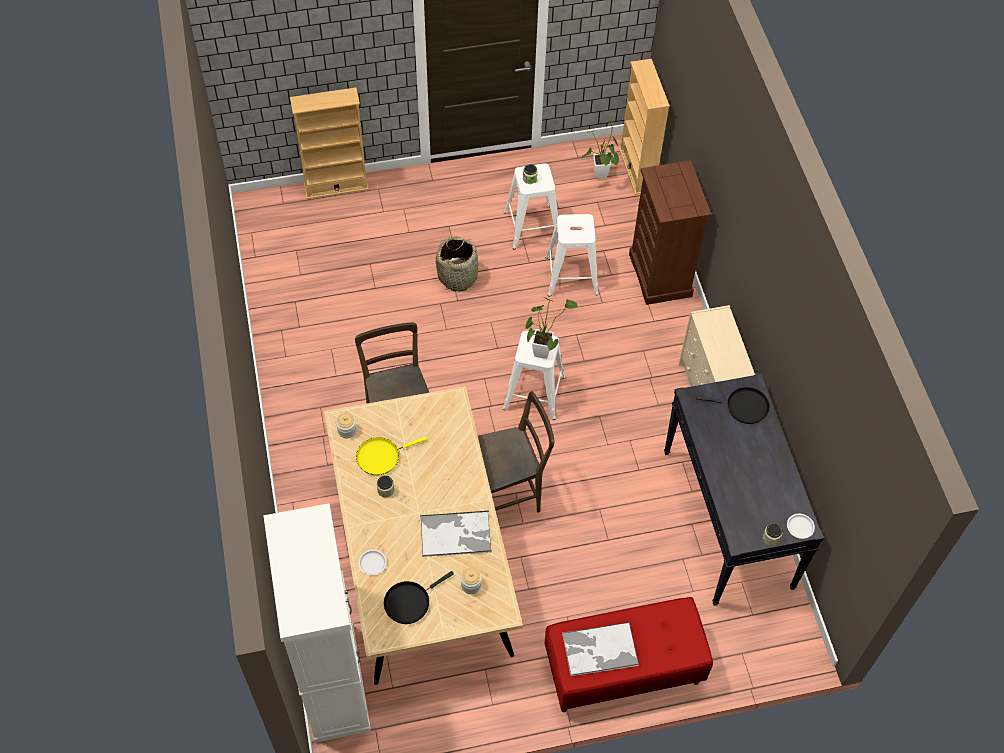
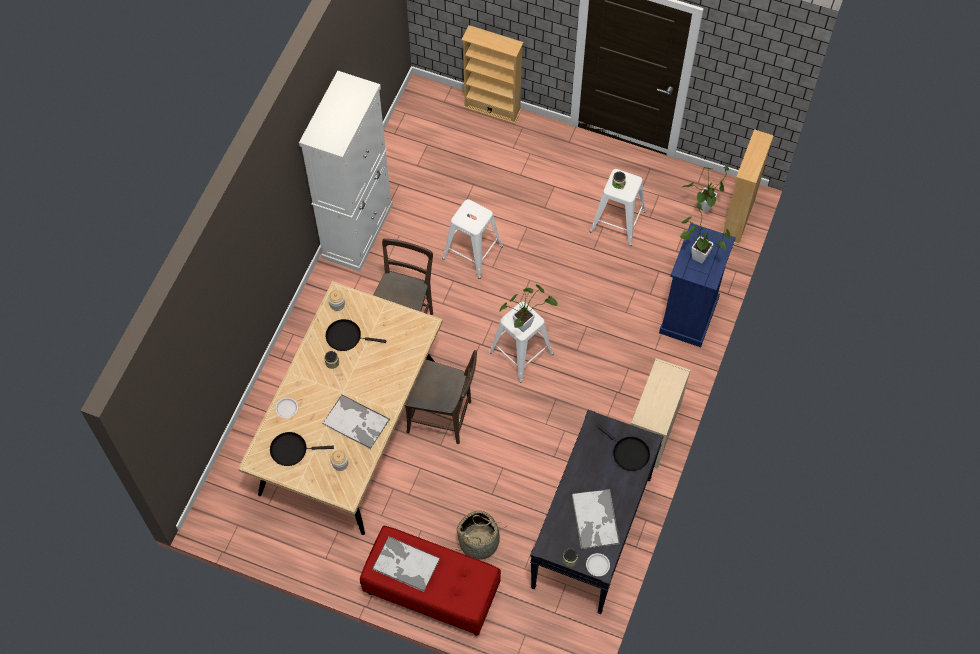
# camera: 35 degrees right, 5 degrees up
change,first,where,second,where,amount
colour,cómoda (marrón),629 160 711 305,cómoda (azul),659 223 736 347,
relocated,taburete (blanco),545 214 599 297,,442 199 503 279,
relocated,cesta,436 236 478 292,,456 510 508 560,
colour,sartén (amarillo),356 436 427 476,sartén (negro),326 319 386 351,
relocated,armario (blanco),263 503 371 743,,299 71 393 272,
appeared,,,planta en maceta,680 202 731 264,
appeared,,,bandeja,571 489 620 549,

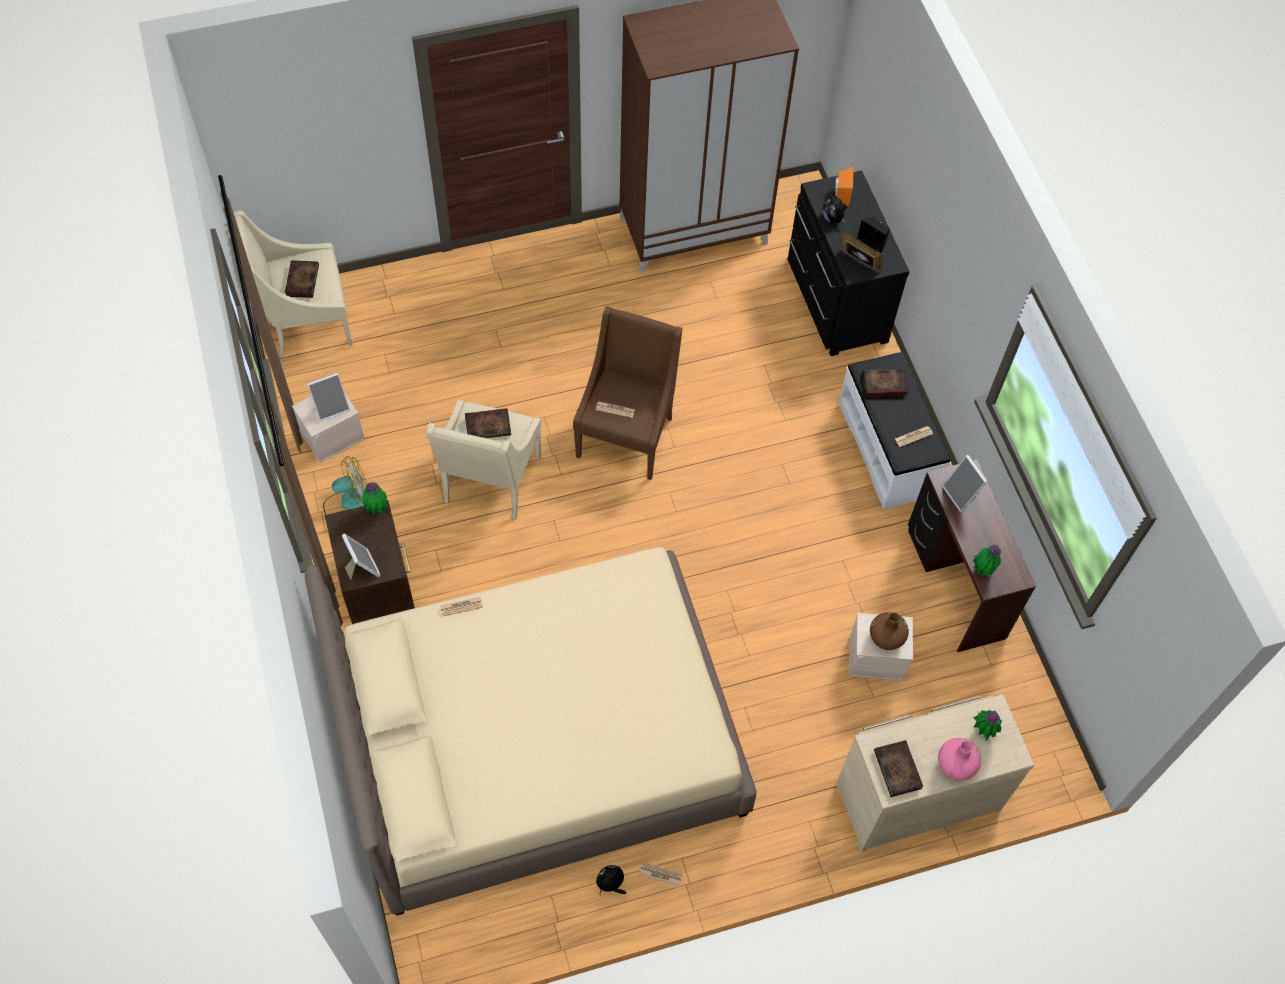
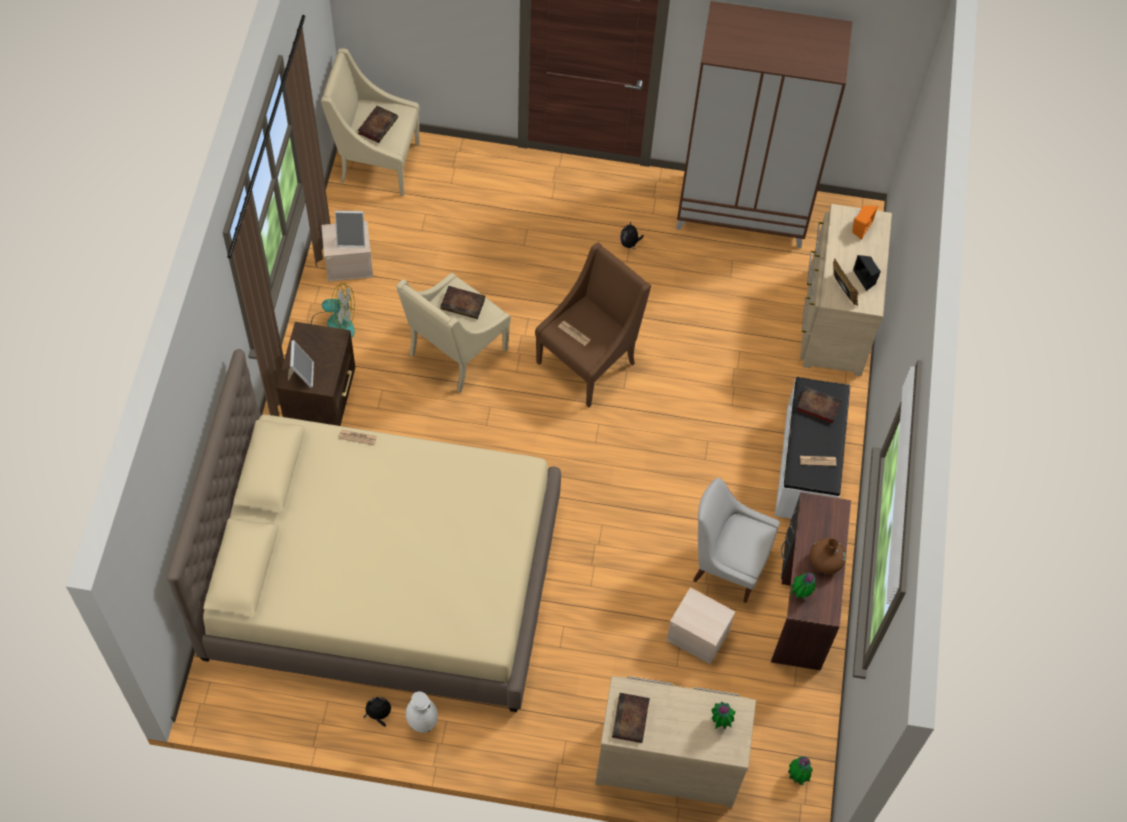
# camera: 25 degrees right, 0 degrees up
change,first,where,second,where,amount
colour,cómoda (negro),788 170 909 356,cómoda (beis),800 204 892 376,
relocated,peluche,823 192 847 224,,620 222 644 250,
missing,portarretratos,942 455 987 512,,,
relocated,planta en maceta,363 482 388 515,,788 756 813 785,
relocated,florero (marrón),870 612 909 650,,810 538 846 574,
missing,florero (rosa),938 738 981 780,,,
exchanged,periódico,639 863 683 886,florero (blanco),406 691 438 733,
appeared,,,silla (blanco),693 478 780 603,

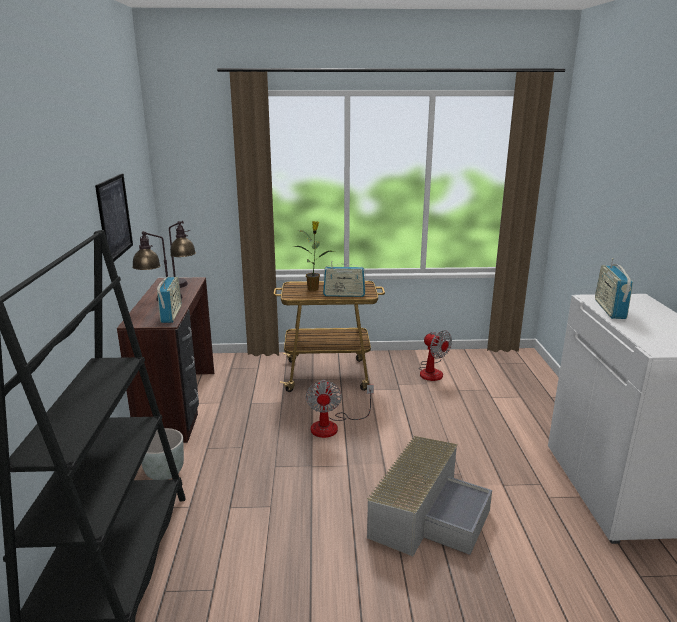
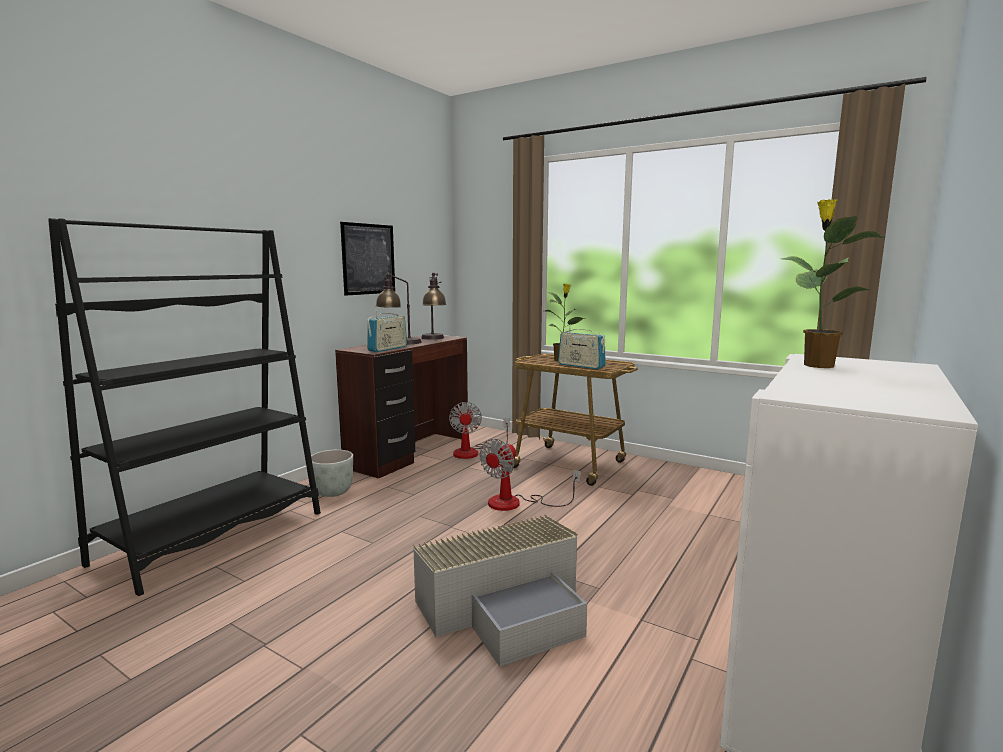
# camera: 35 degrees right, 10 degrees down
change,first,where,second,where,amount
exchanged,radio,595 258 633 319,planta en maceta,781 199 886 368,
relocated,ventilador,418 330 452 381,,449 402 510 459,

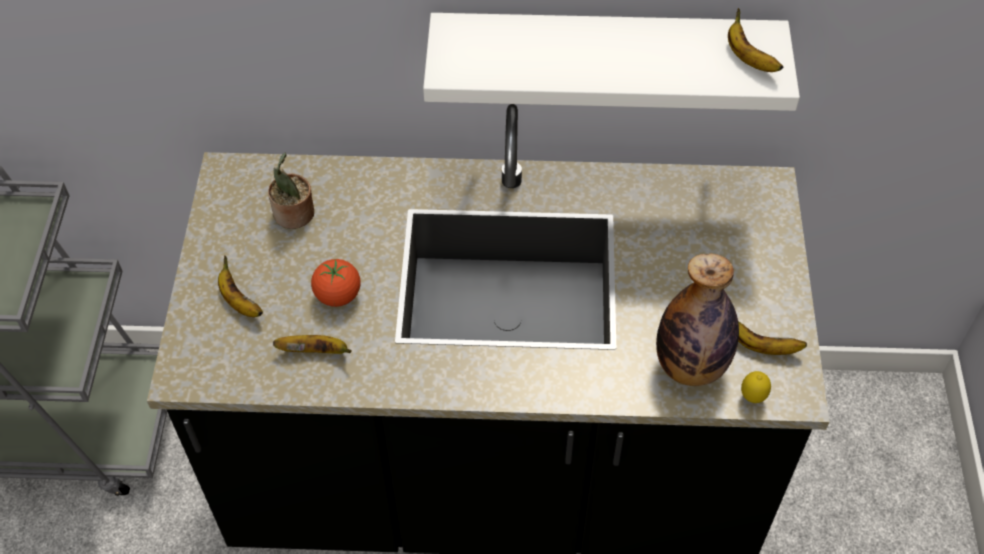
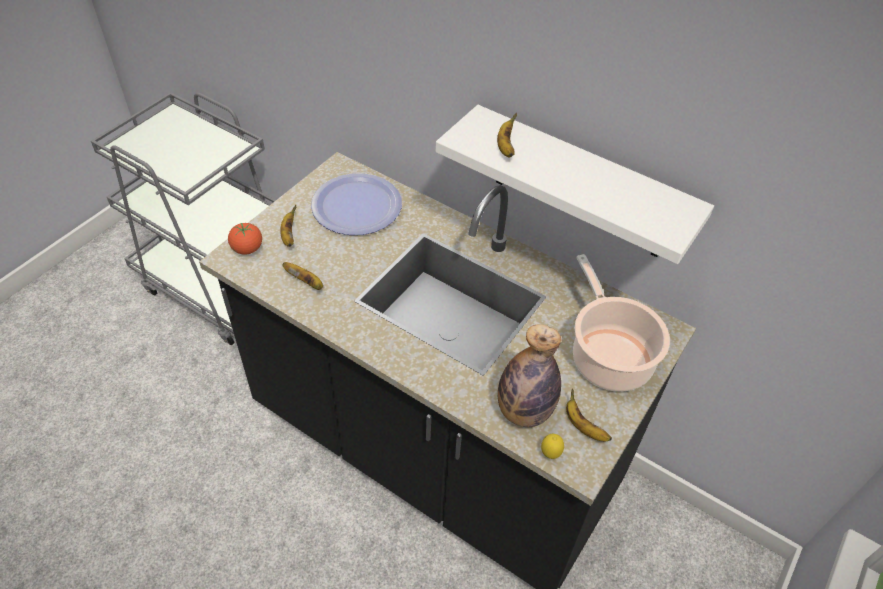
# camera: 30 degrees right, 5 degrees down
change,first,where,second,where,amount
relocated,plátano,728 8 783 72,,497 113 517 157,
exchanged,planta en maceta,268 153 314 229,plato,311 173 402 235,
relocated,tomate,311 259 361 307,,228 223 262 255,
appeared,,,olla,573 254 670 392,

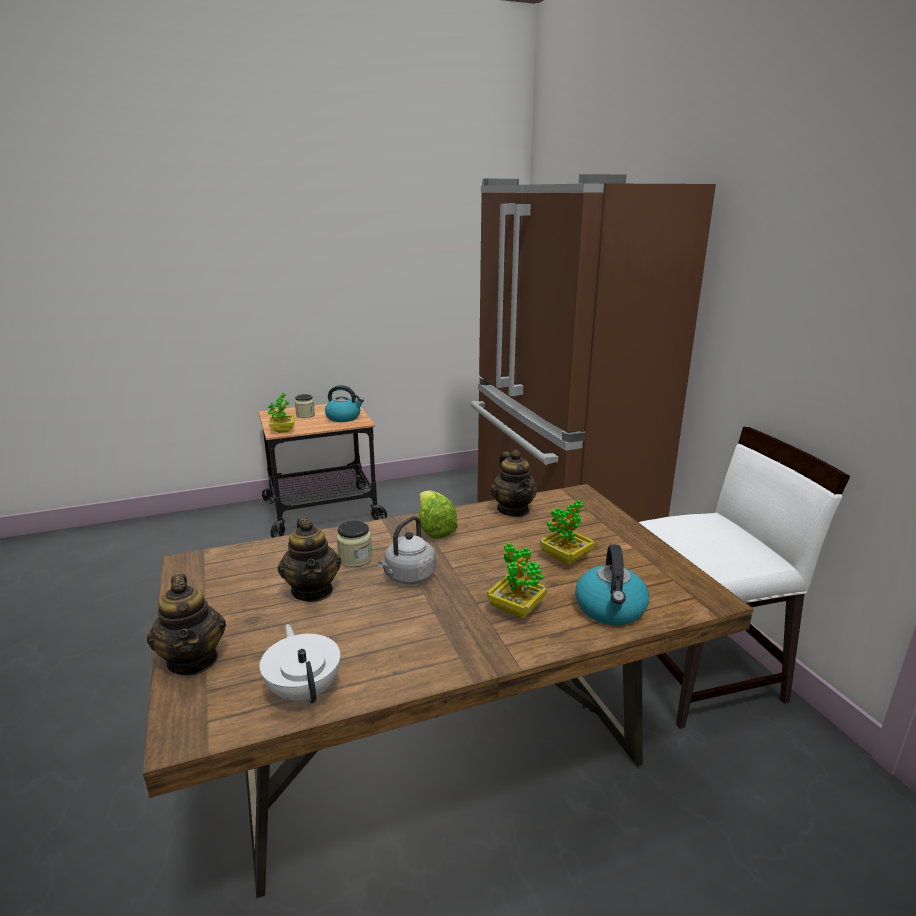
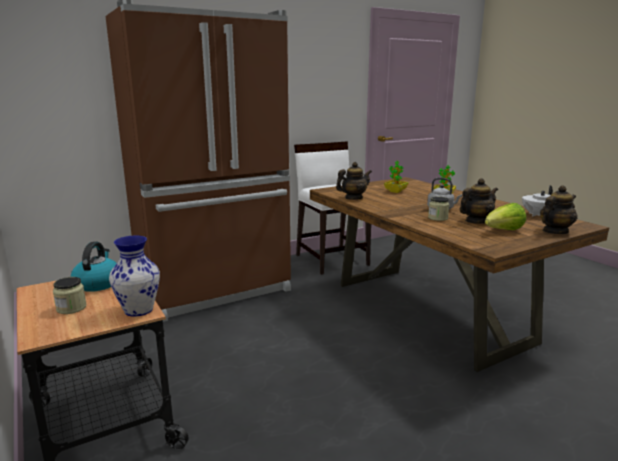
# camera: 100 degrees left, 5 degrees down
change,first,where,second,where,amount
exchanged,planta en maceta,268 392 294 433,florero,109 235 160 317,
relocated,lechuga,418 491 458 539,,485 203 526 230,
missing,hervidor,575 544 649 625,,,

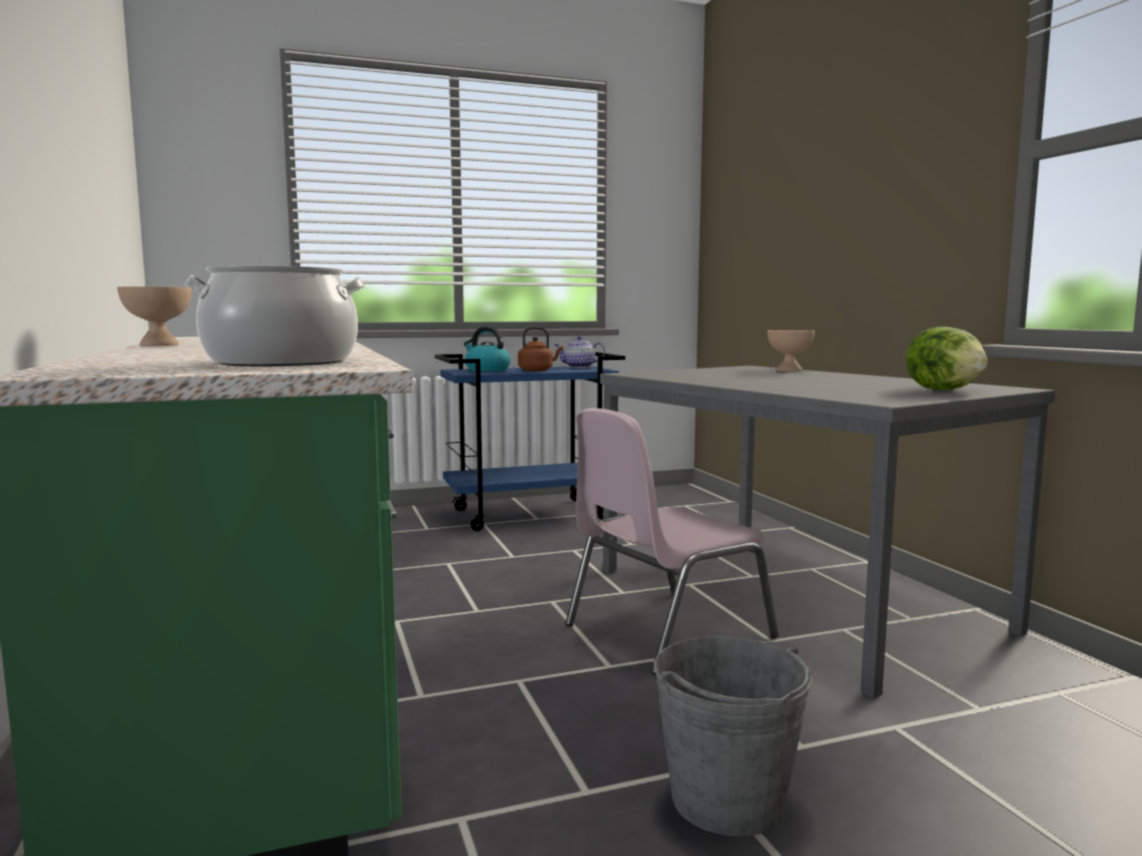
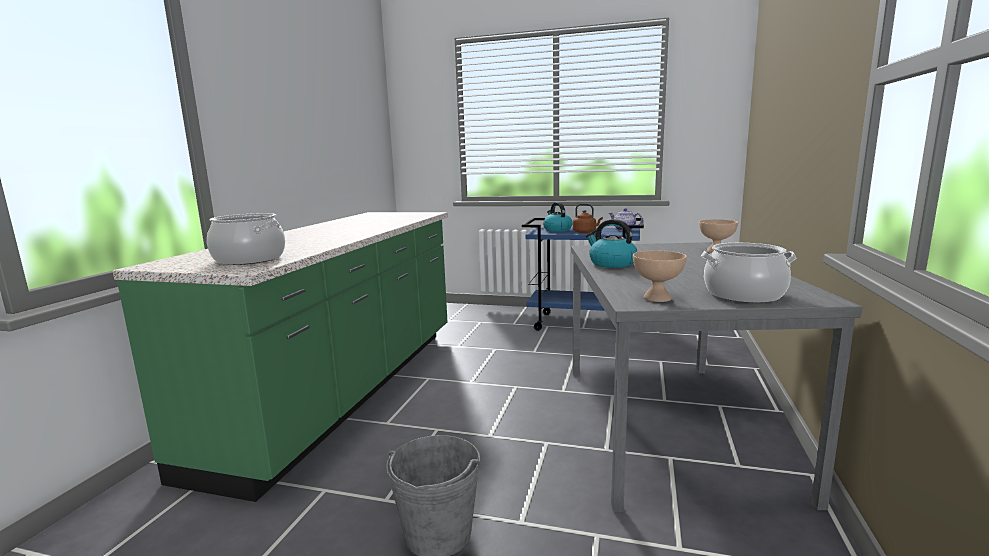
# camera: 35 degrees right, 5 degrees up
change,first,where,second,where,amount
relocated,cuenco (beis),117 286 191 346,,633 250 687 302,
exchanged,lechuga,906 326 988 390,olla,701 243 796 303,
missing,silla (rosa),565 408 779 675,,,
appeared,,,hervidor,586 219 637 268,

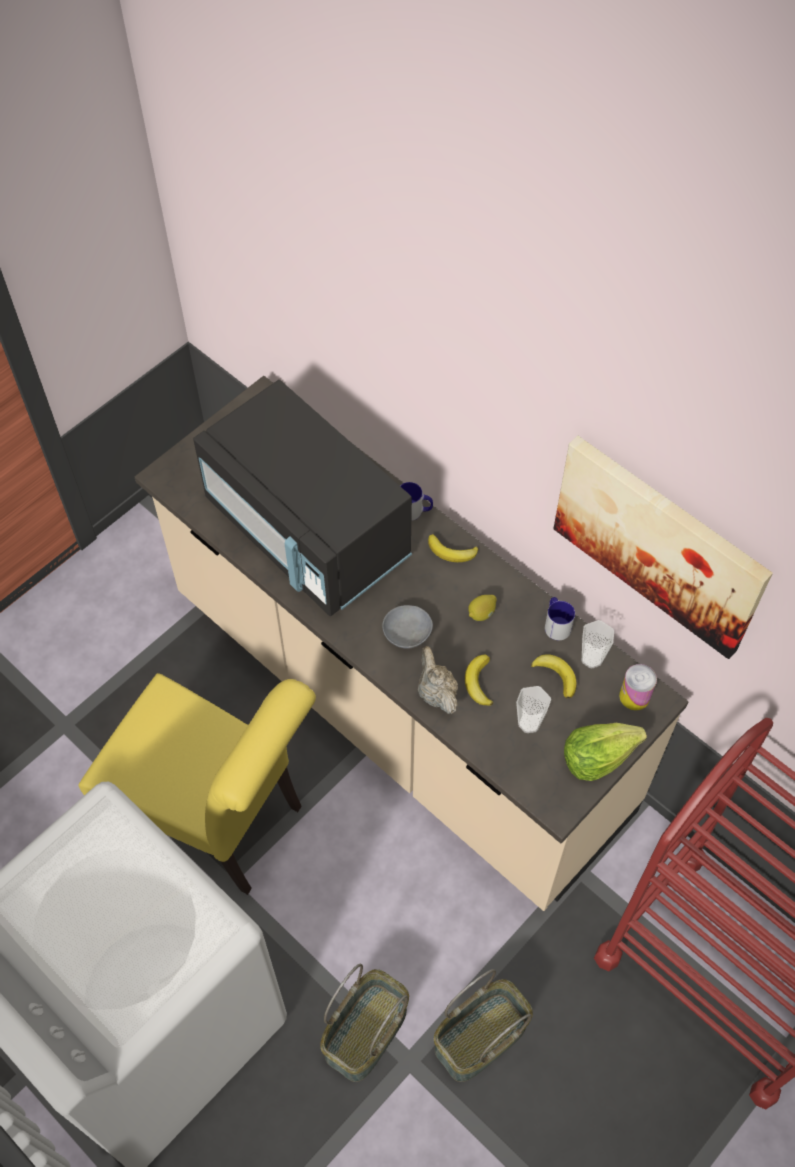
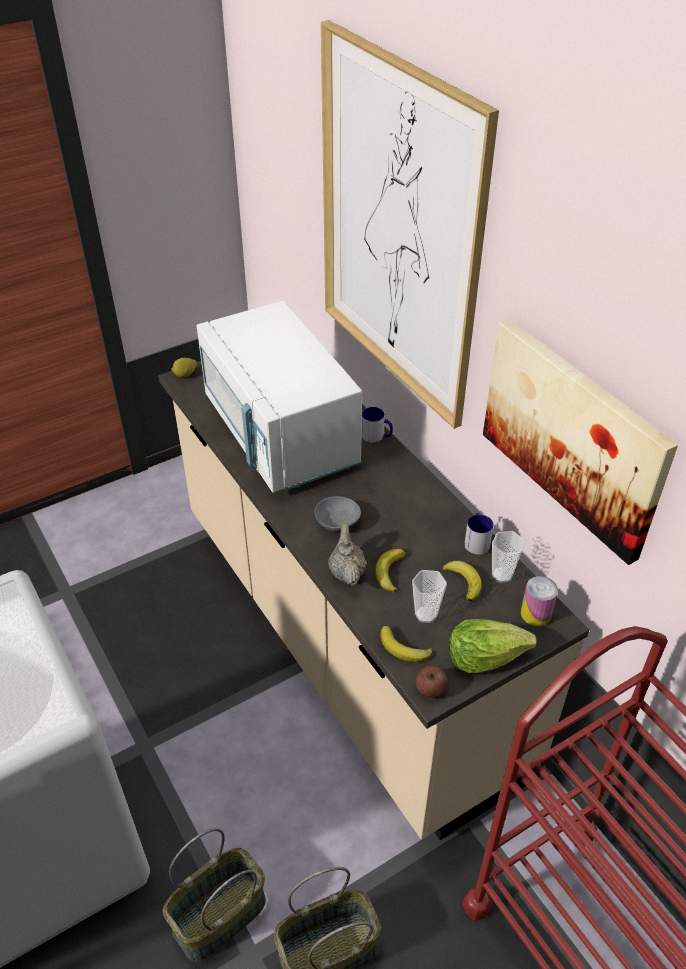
# camera: 15 degrees right, 15 degrees down
change,first,where,second,where,amount
colour,microondas (negro),193 380 412 616,microondas (blanco),196 301 362 492,
relocated,plátano,428 534 478 562,,381 626 433 662,
relocated,limón,468 595 497 621,,172 358 197 377,
missing,silla (amarillo),78 673 316 895,,,
appeared,,,cuadro,321 20 499 429,
appeared,,,manzana,416 665 448 698,

